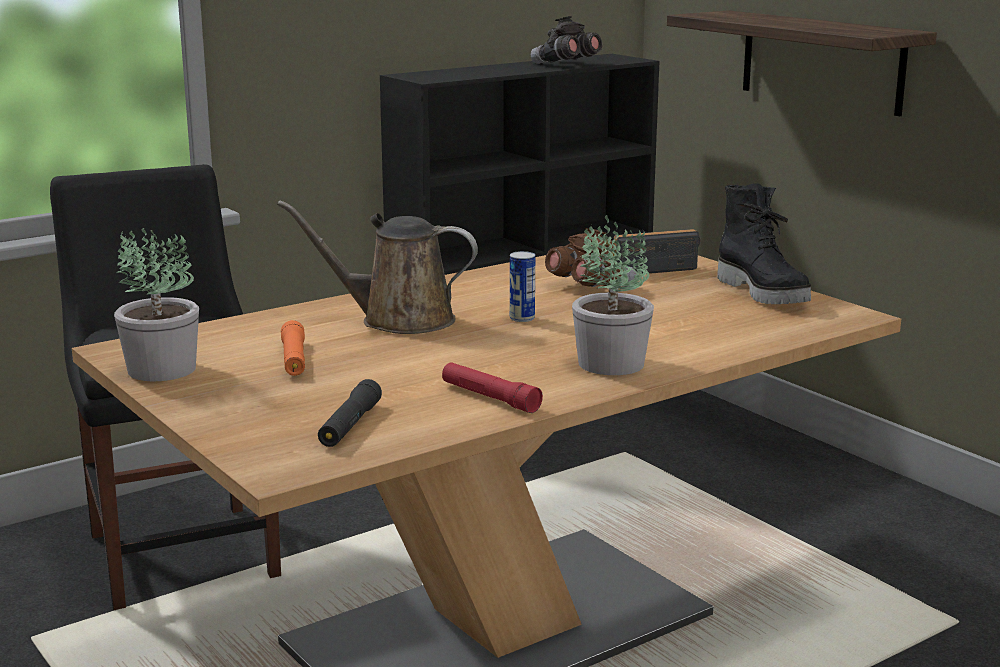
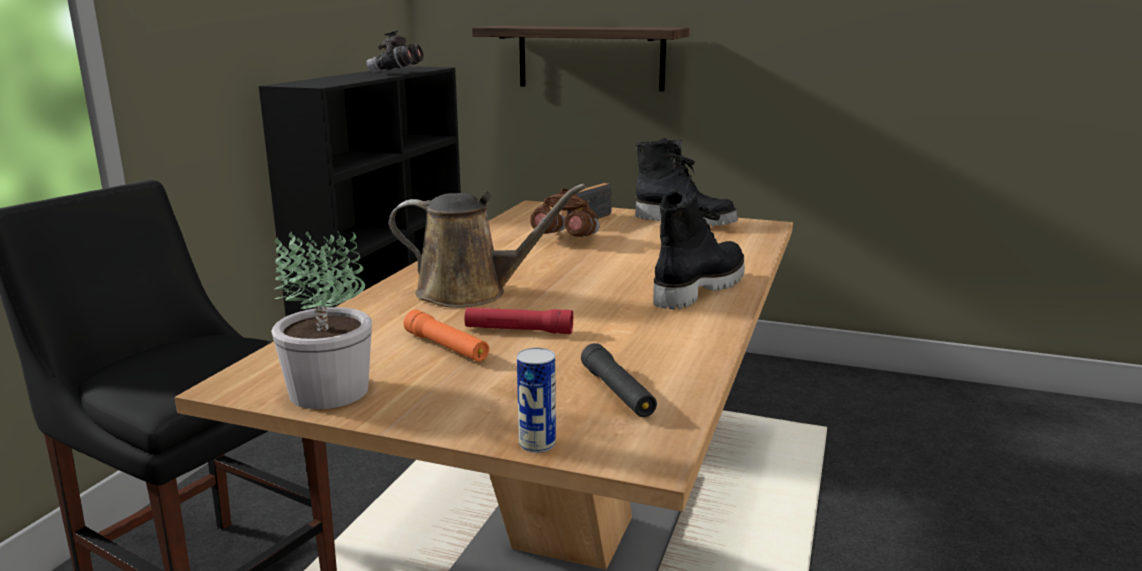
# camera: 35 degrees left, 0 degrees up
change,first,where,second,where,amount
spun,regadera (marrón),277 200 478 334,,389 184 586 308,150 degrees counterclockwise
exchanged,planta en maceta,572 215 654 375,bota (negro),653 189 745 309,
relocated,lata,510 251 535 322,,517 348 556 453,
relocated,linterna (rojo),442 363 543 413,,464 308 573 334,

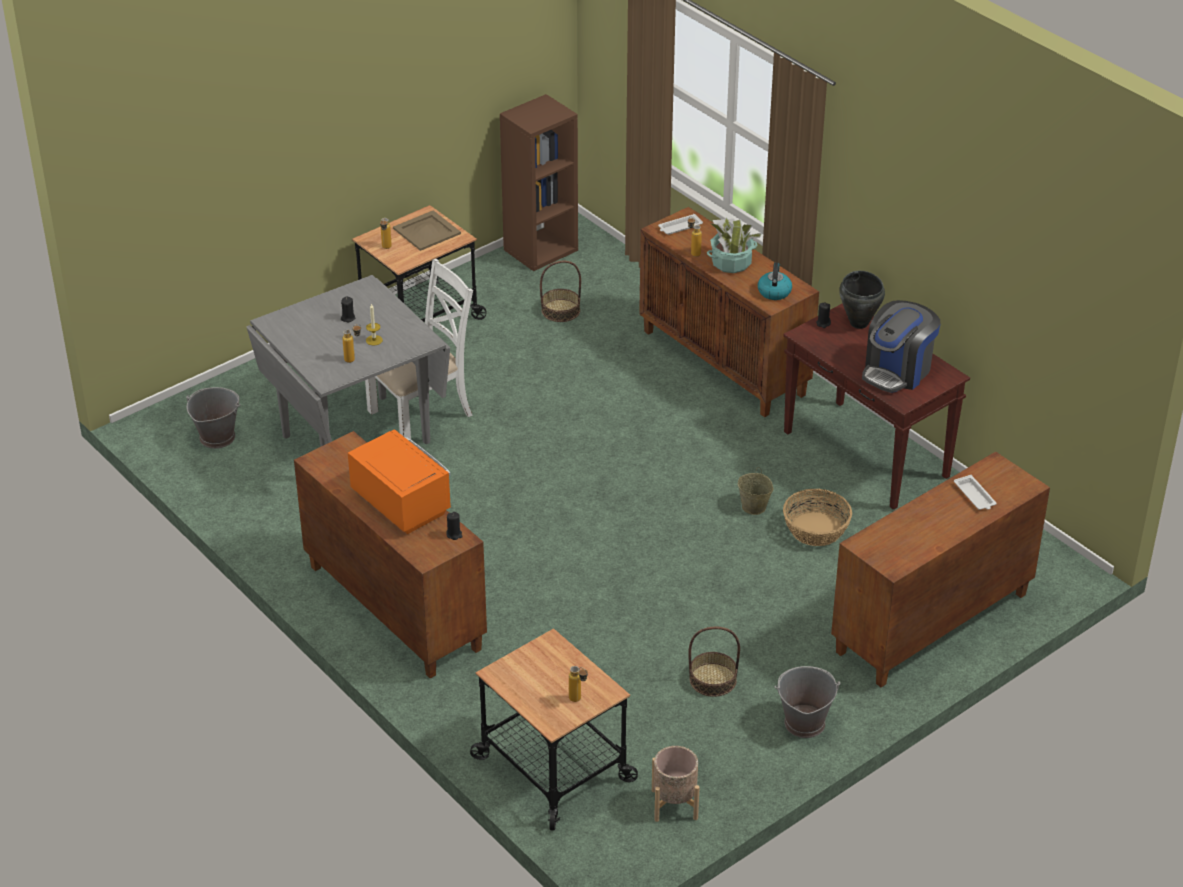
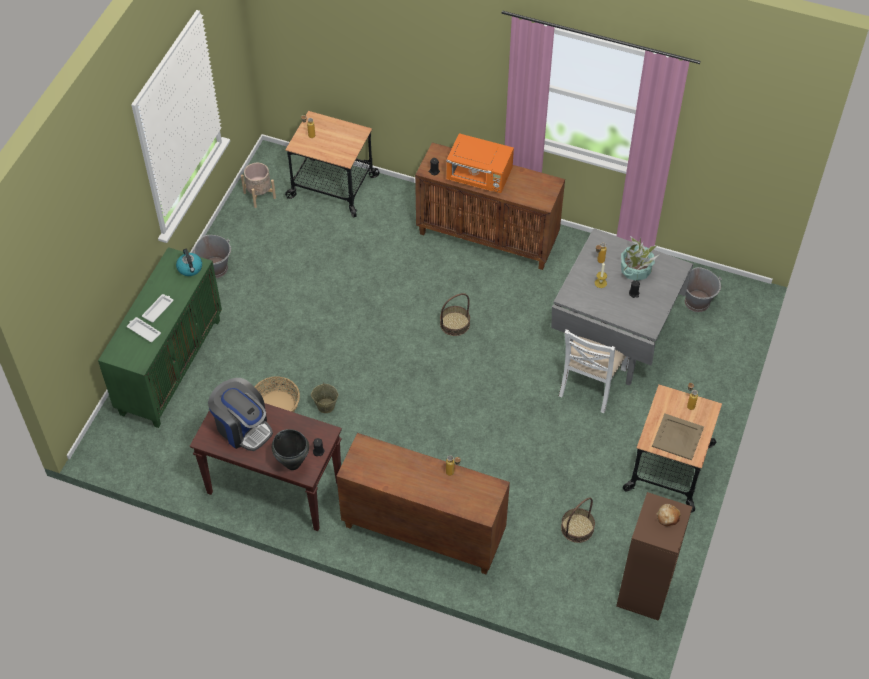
# camera: 150 degrees right, 15 degrees up
change,first,where,second,where,amount
relocated,bandeja (blanco),658 214 703 235,,142 294 173 322,
relocated,planta en maceta,707 217 762 273,,621 236 658 281,
relocated,hervidor,758 262 792 300,,176 249 202 276,
spun,cafetera,862 300 941 393,,208 378 273 451,120 degrees clockwise
colour,armario (marrón),831 451 1050 687,armario (verde),98 247 222 428,
relocated,cesta,688 626 740 697,,440 293 470 336,
appeared,,,pan,657 504 681 526,

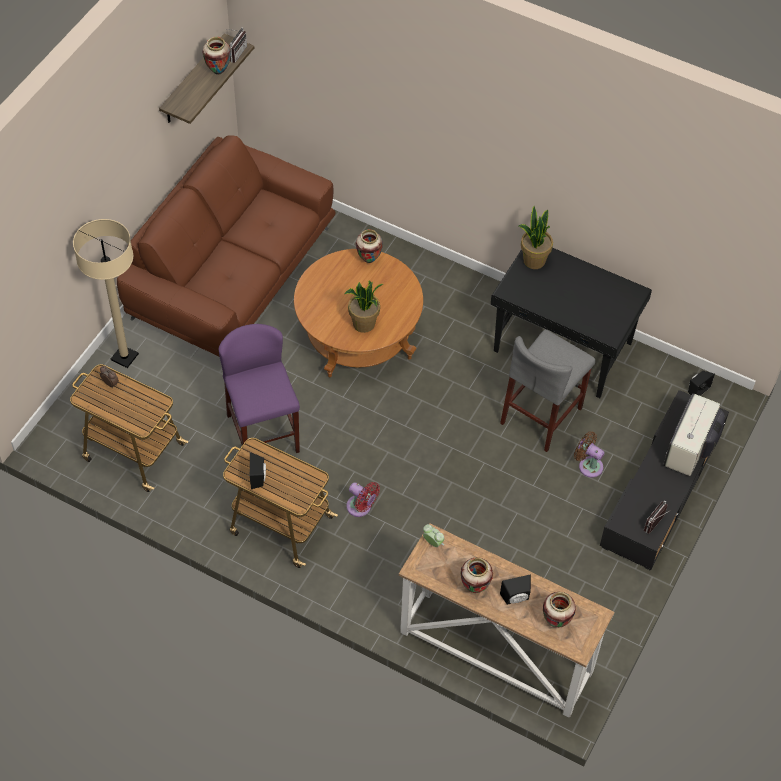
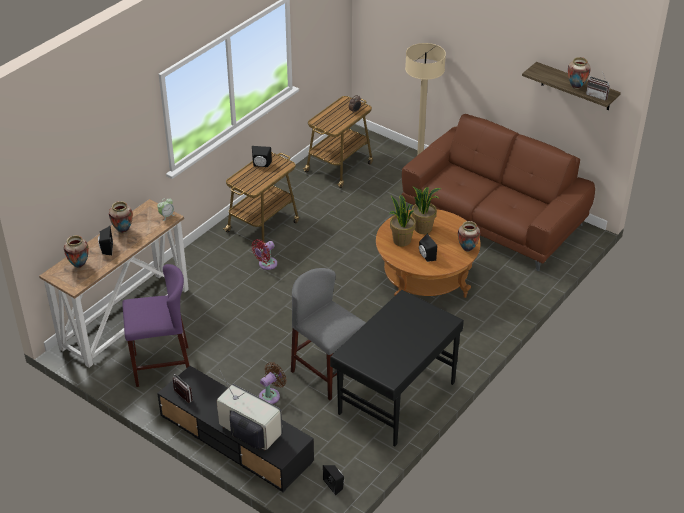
# camera: 100 degrees right, 15 degrees down
change,first,where,second,where,amount
relocated,planta en maceta,519 206 553 269,,411 186 441 234,
relocated,taburete (morado),219 324 300 453,,122 264 190 387,
appeared,,,altavoz (negro),419 234 437 262,

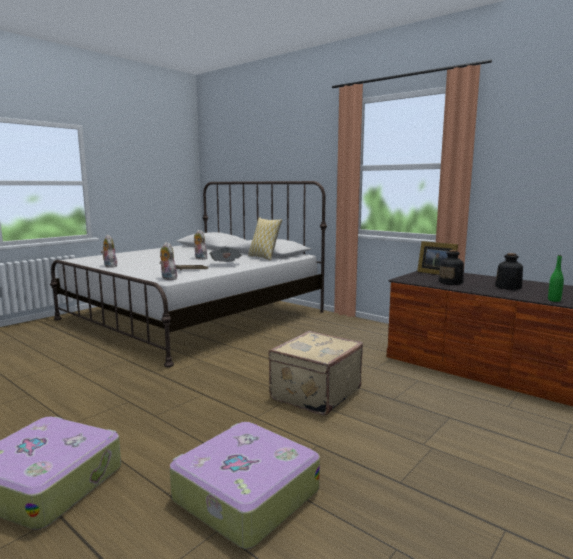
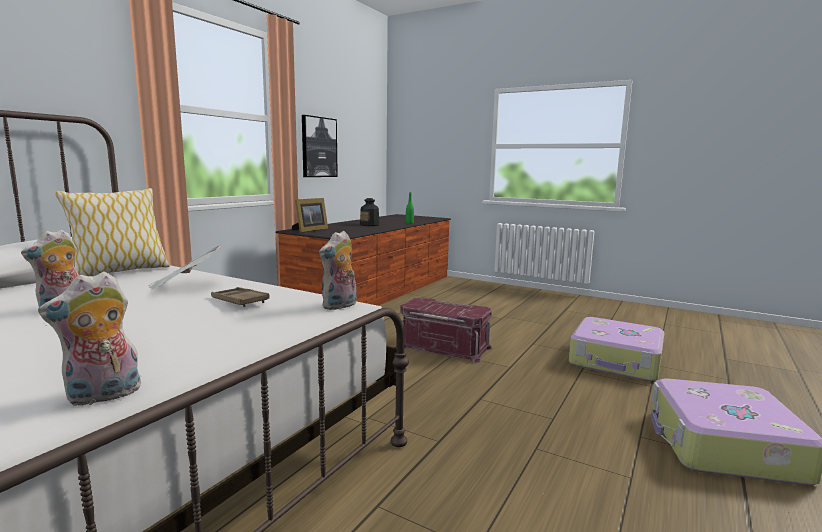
# camera: 100 degrees left, 0 degrees up
change,first,where,second,where,amount
missing,botella,439 250 464 285,,,
exchanged,maleta (beis),268 331 363 415,caja de almacenaje (rojo),400 298 492 363,
appeared,,,cuadro,302 115 338 177,

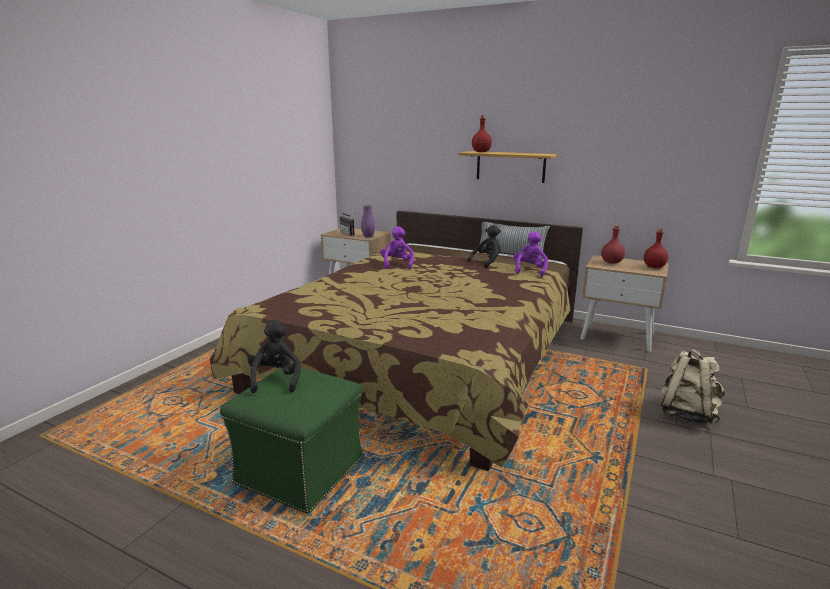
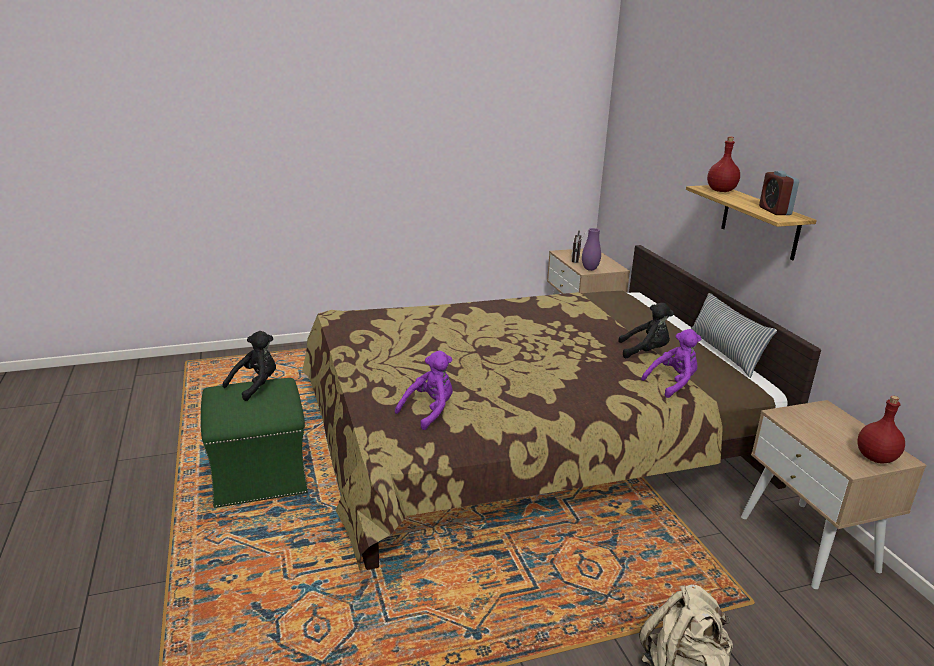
# camera: 45 degrees right, 5 degrees up
change,first,where,second,where,amount
missing,botella (rojo),601 225 625 264,,,
relocated,peluche (morado),380 226 414 270,,395 351 453 430,
appeared,,,despertador,759 171 799 215,

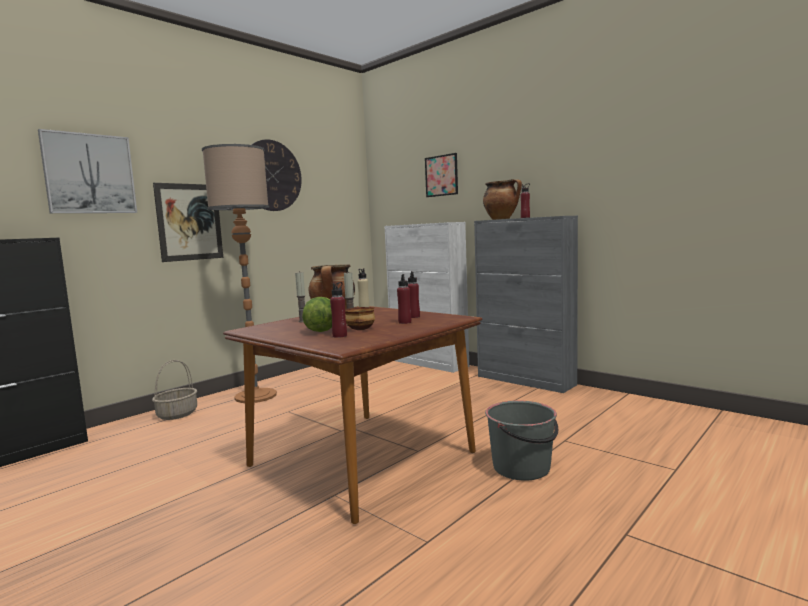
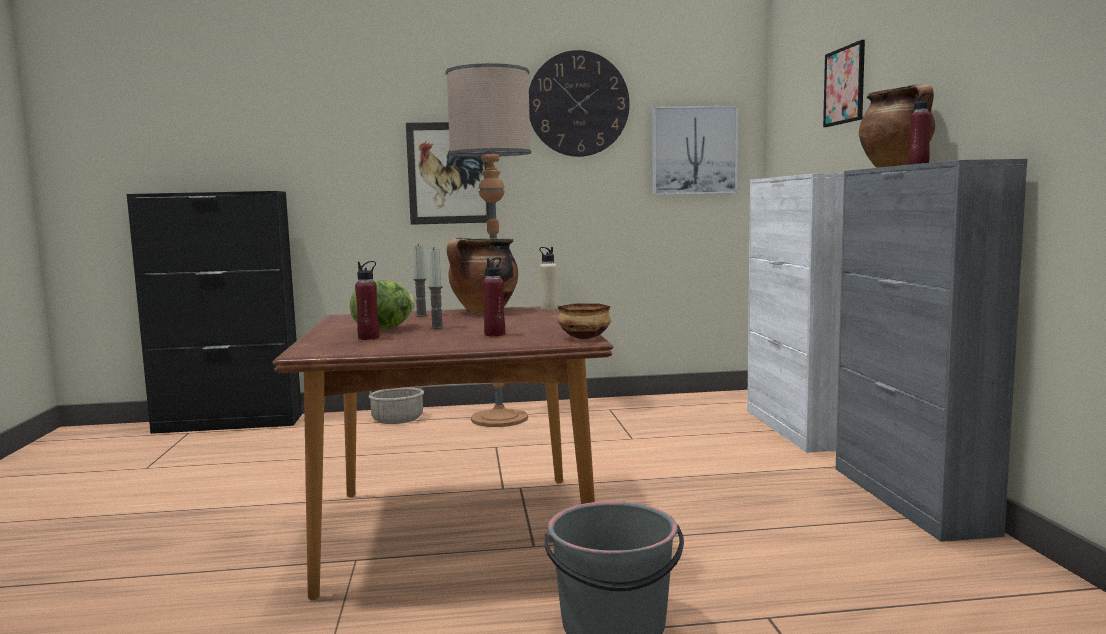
# camera: 40 degrees right, 0 degrees up
change,first,where,second,where,amount
relocated,cuadro,38 129 137 213,,652 106 738 195,
missing,botella (rojo),408 272 420 318,,,
relocated,cuenco,345 307 375 330,,557 303 611 339,

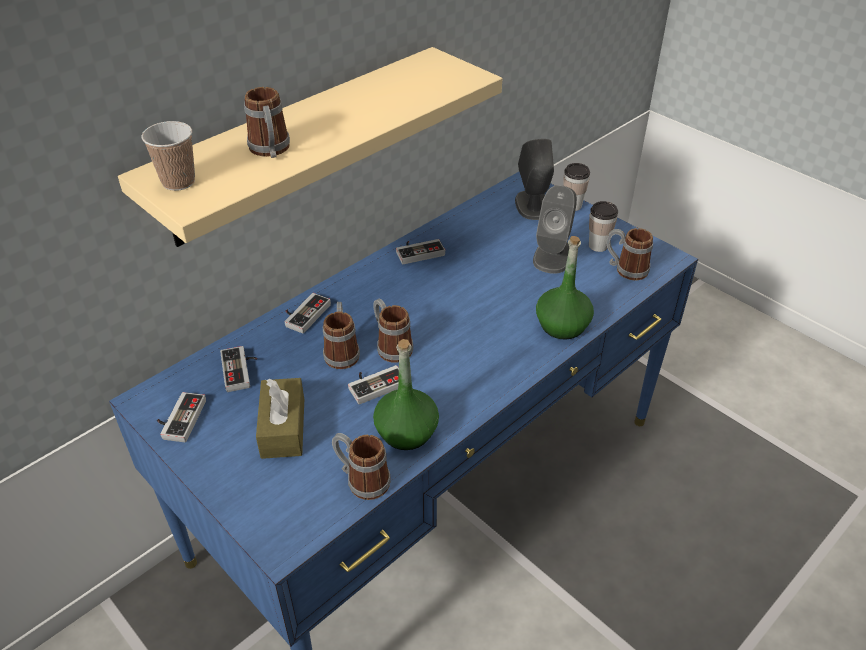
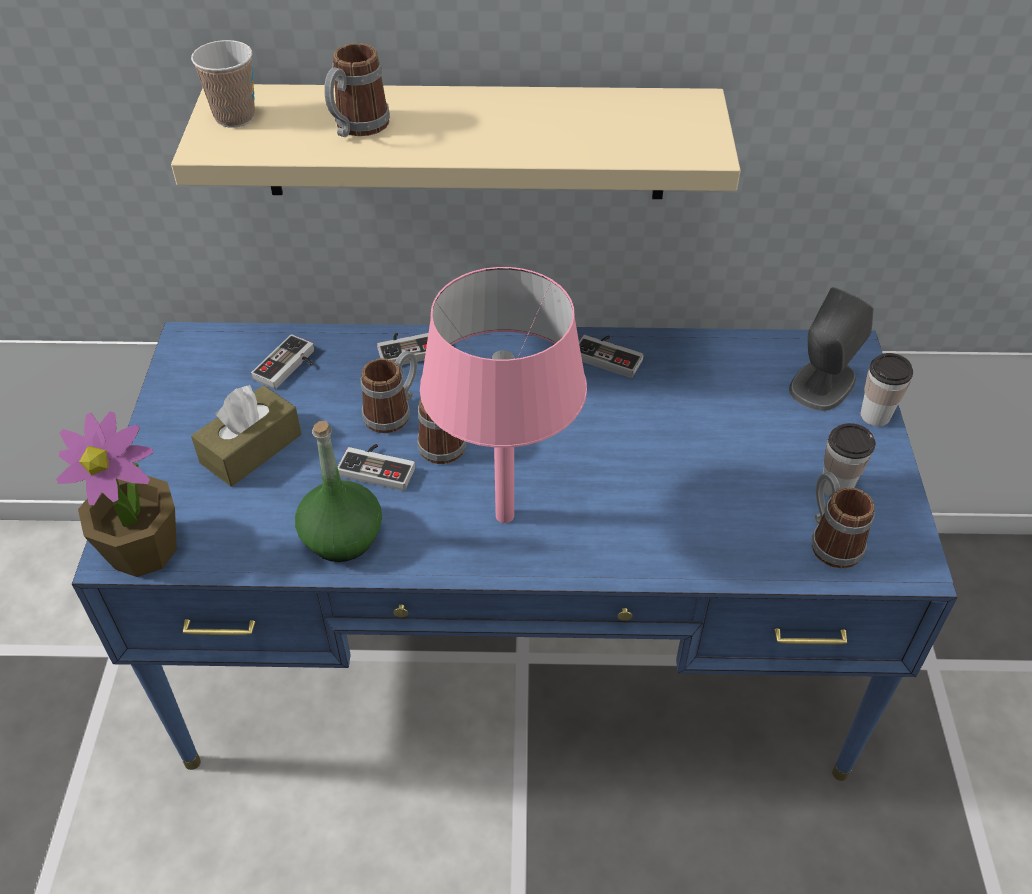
# camera: 45 degrees right, 5 degrees up
change,first,where,second,where,amount
missing,altavoz (gris),533 185 577 274,,,
missing,botella (verde),536 236 594 339,,,
missing,mando de consola,157 392 206 442,,,
missing,taza grande,332 433 391 500,,,
appeared,,,lámpara de mesa (rosa),420 267 587 523,
appeared,,,planta en maceta,56 411 177 577,

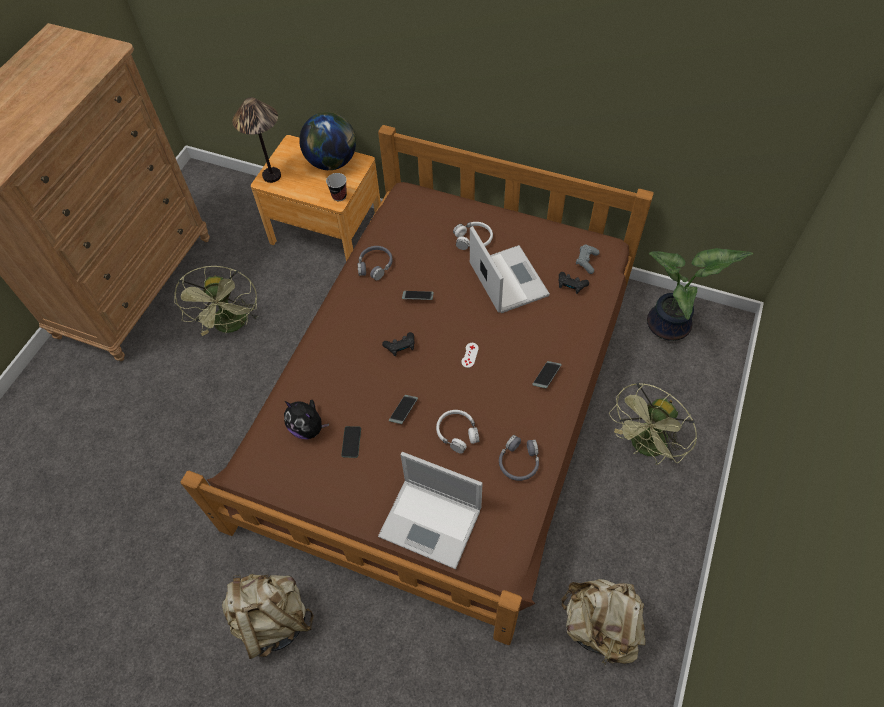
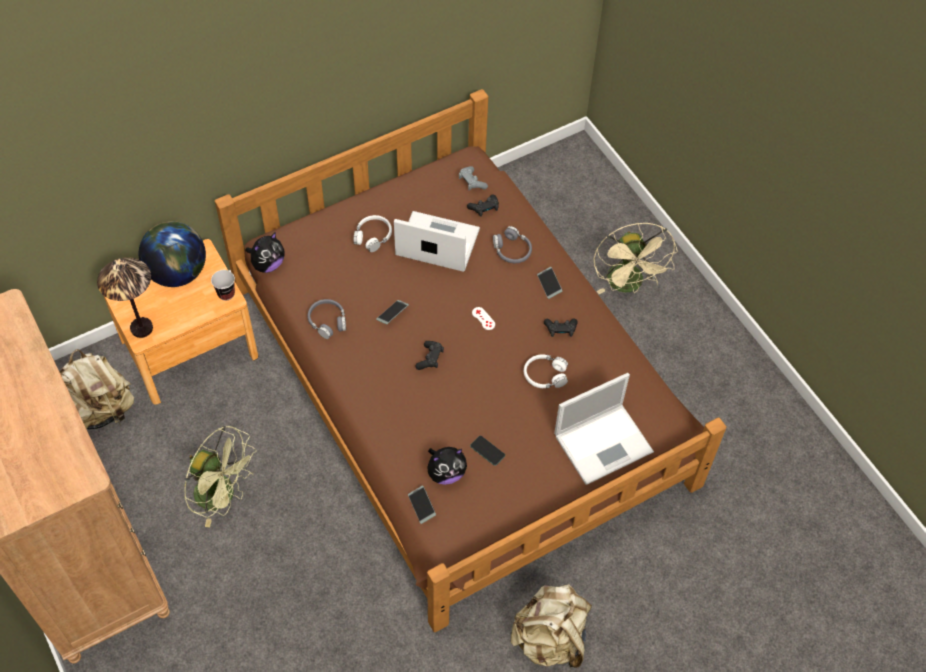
# camera: 55 degrees left, 0 degrees up
change,first,where,second,where,amount
missing,planta en maceta,647 248 753 341,,,
colour,ventilador (verde),609 382 697 465,ventilador (beis),594 223 678 294,
relocated,móvil,389 395 418 424,,408 485 436 524,
relocated,auriculares (gris),499 435 539 481,,493 226 532 263,
relocated,mochila (beis),561 579 645 665,,60 349 134 429,
appeared,,,peluche,245 232 284 273,
appeared,,,mando de consola (negro),544 319 578 337,

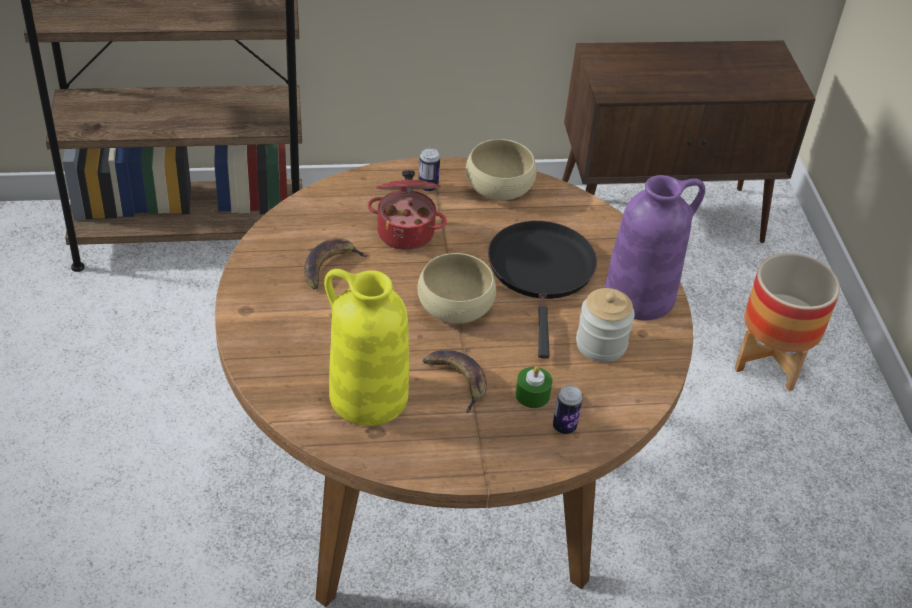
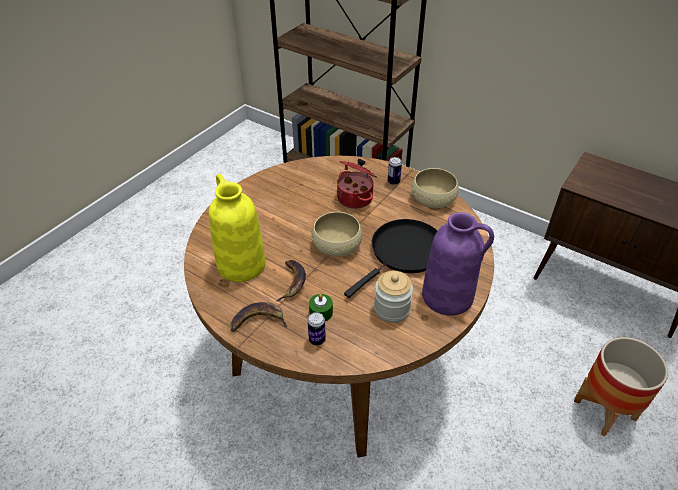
# camera: 45 degrees right, 0 degrees up
change,first,where,second,where,amount
relocated,plátano,304 238 369 289,,231 302 287 332,

